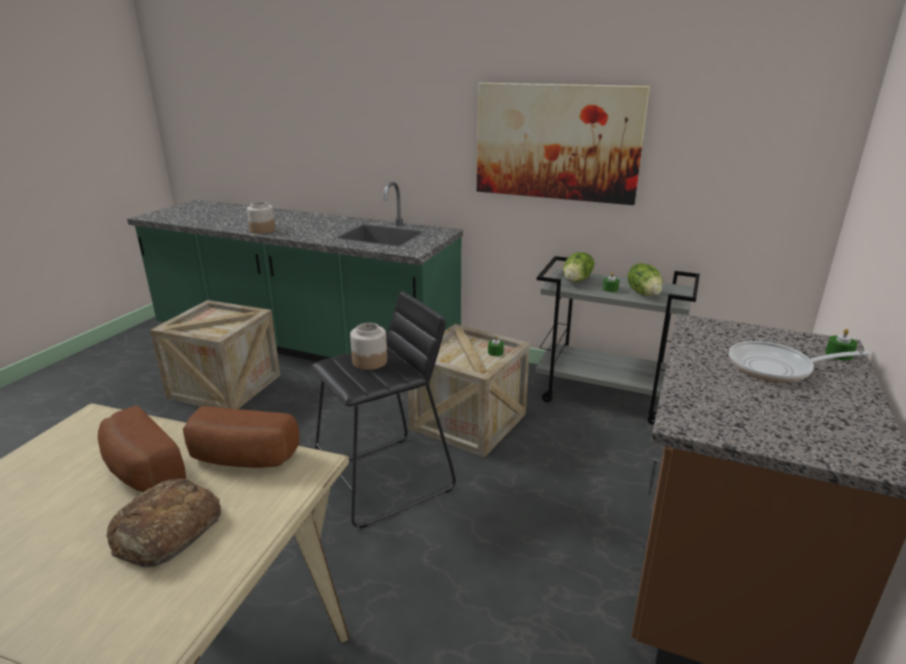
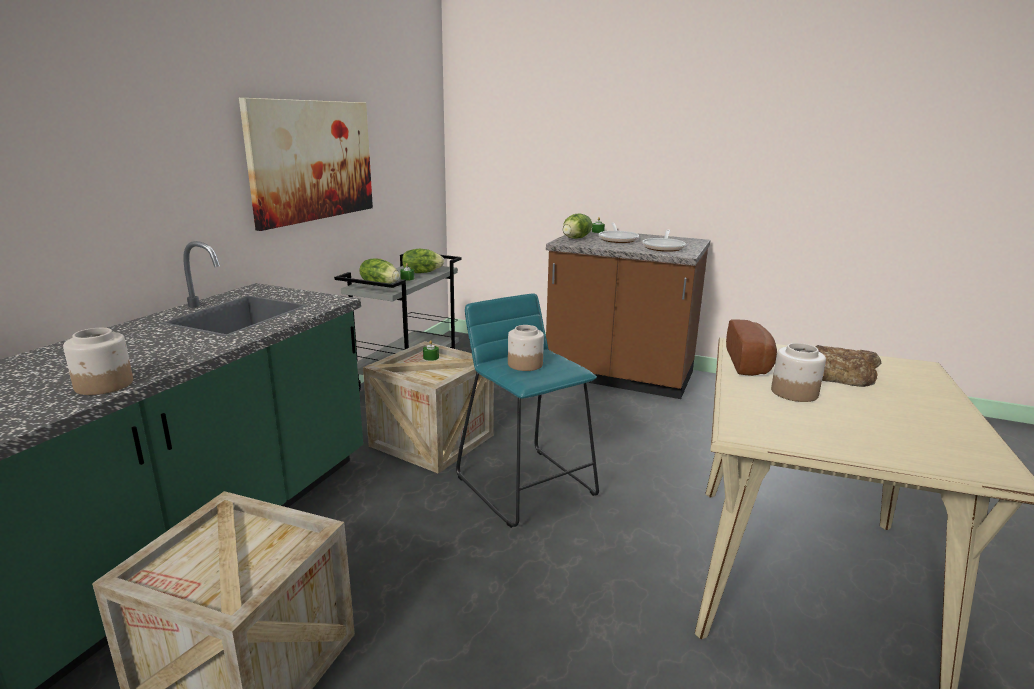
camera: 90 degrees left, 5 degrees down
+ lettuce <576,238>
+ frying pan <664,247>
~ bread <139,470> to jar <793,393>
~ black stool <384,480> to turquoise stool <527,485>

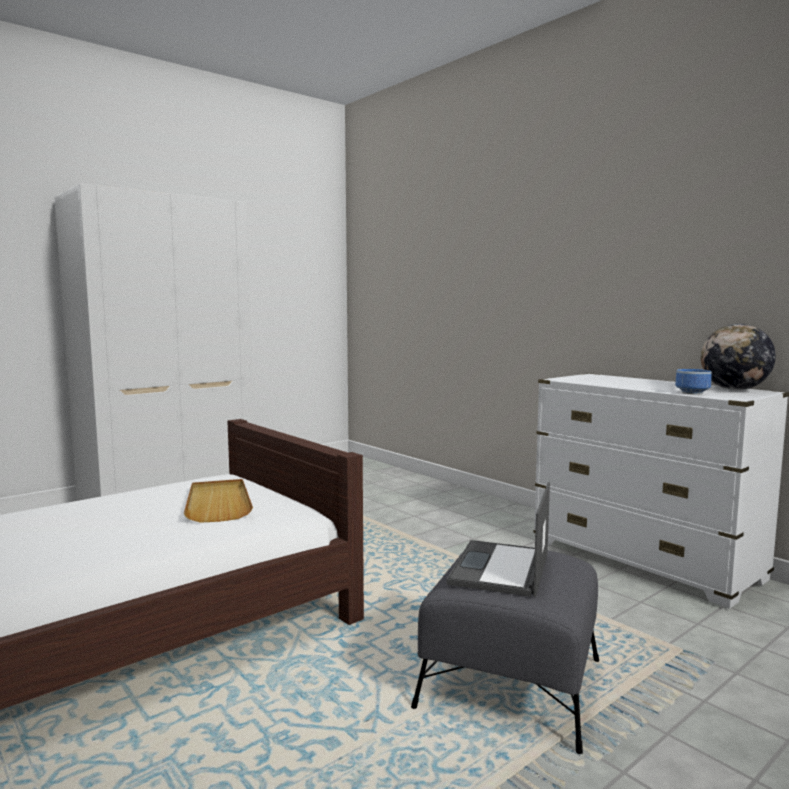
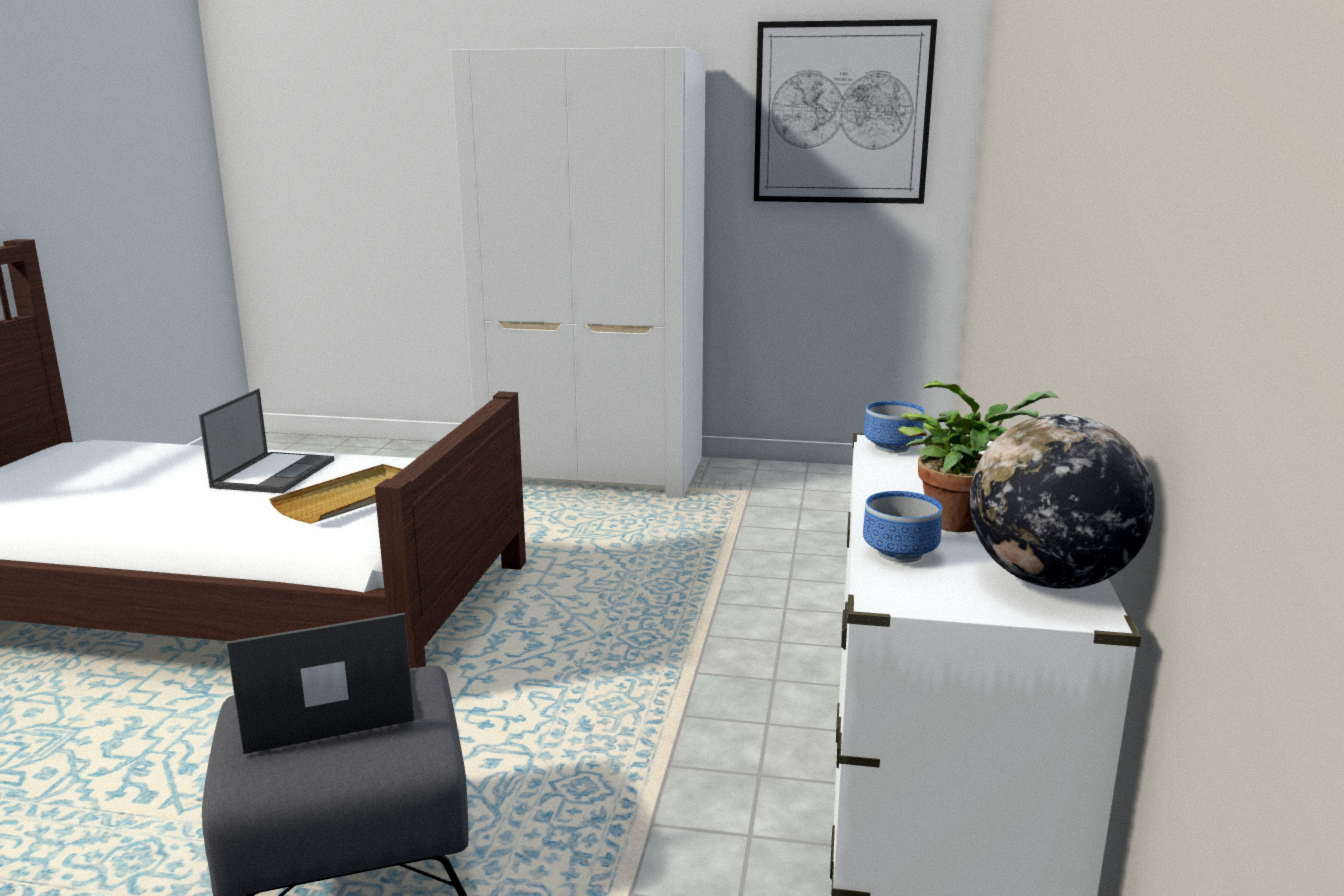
camera: 50 degrees right, 10 degrees up
+ laptop <274,473>
+ picture <842,113>
+ bowl <894,448>
+ potted plant <962,521>

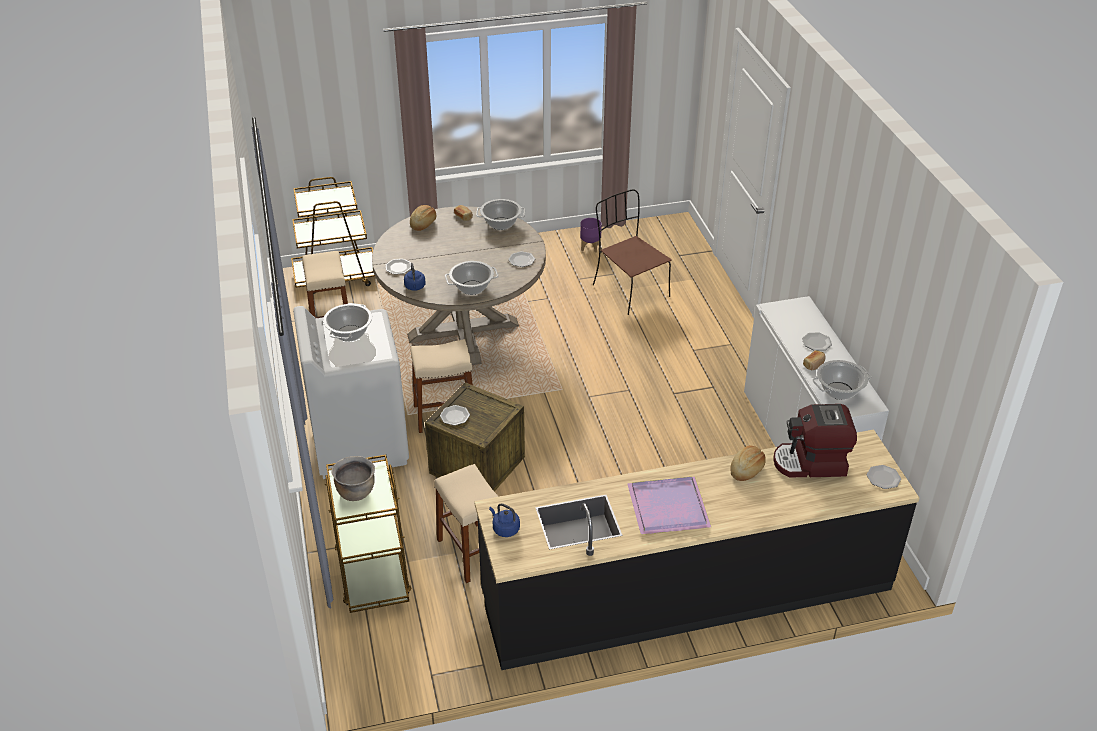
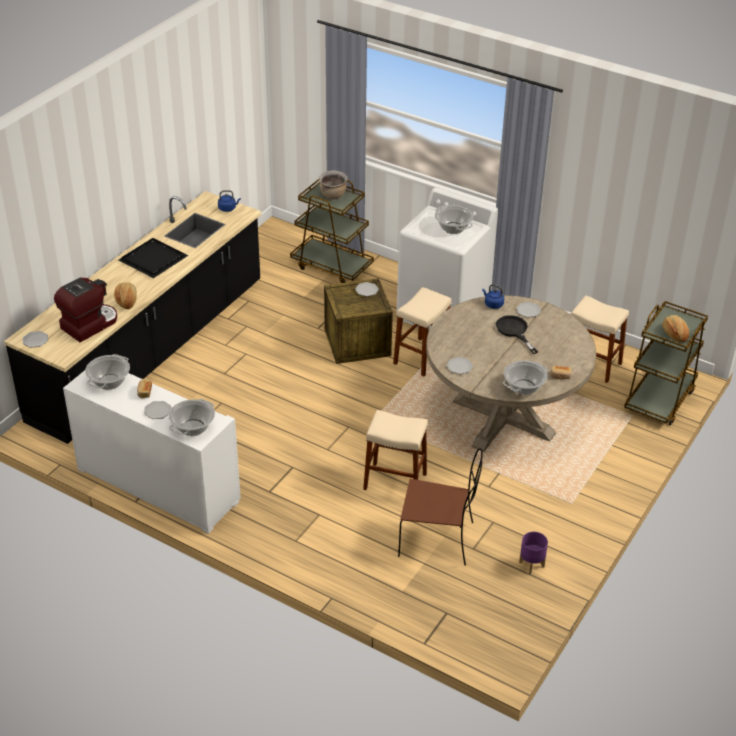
camera: 135 degrees right, 0 degrees up
+ black frying pan <514,331>
~ bread <423,223> to <674,334>
~ beige stool <472,552> to <395,481>
~ cooking pot <472,288> to <193,427>
~ purple tray <667,508> to black tray <153,259>

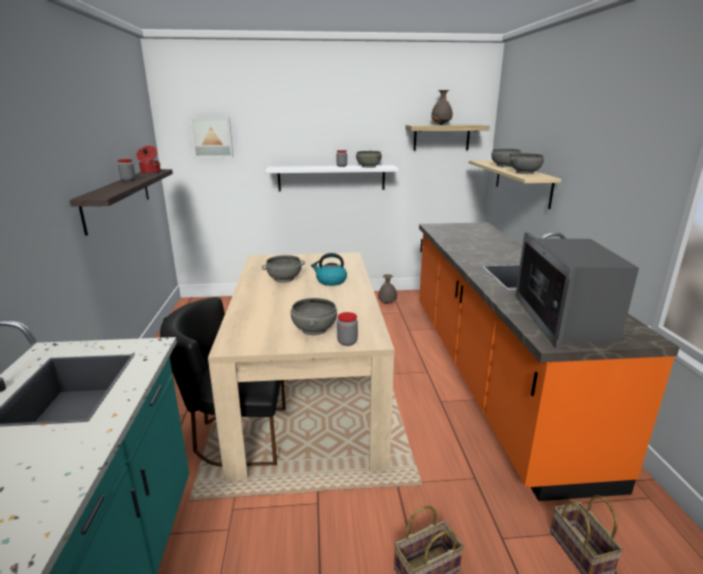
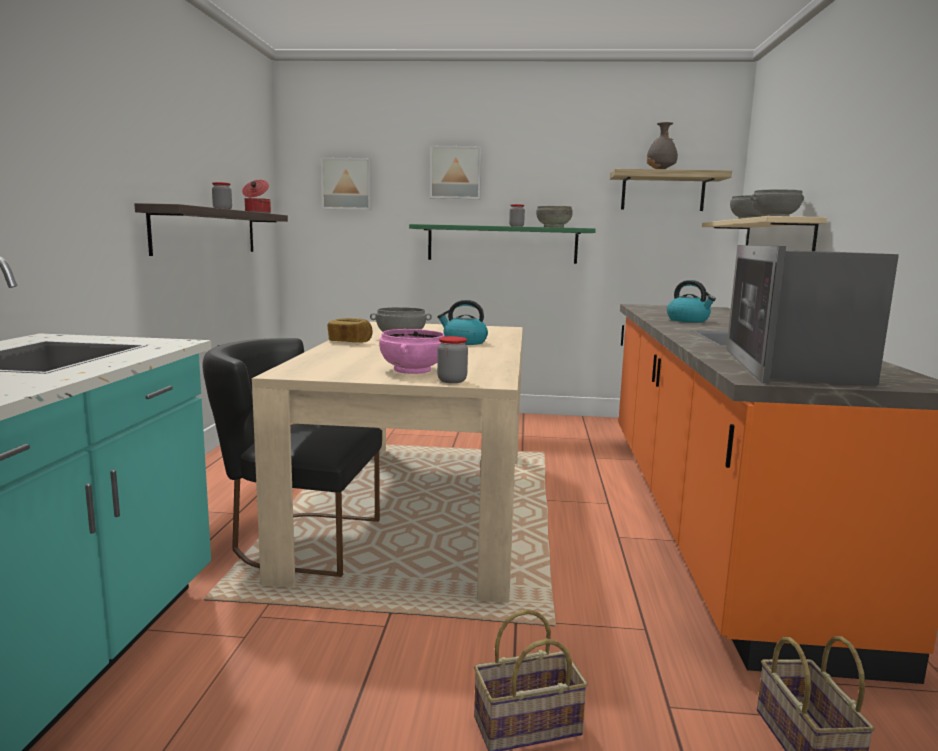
camera: 10 degrees right, 10 degrees down
- grey vase <387,303>
+ bread <350,342>
+ picture <456,173>
+ kettle <688,320>
~ white shelf <331,178> to green shelf <502,244>
~ grey bowl <313,329> to pink bowl <411,370>

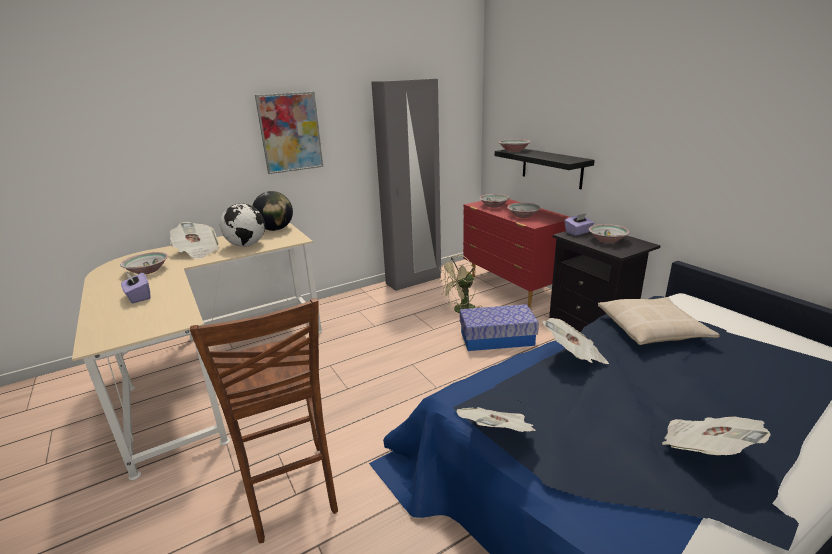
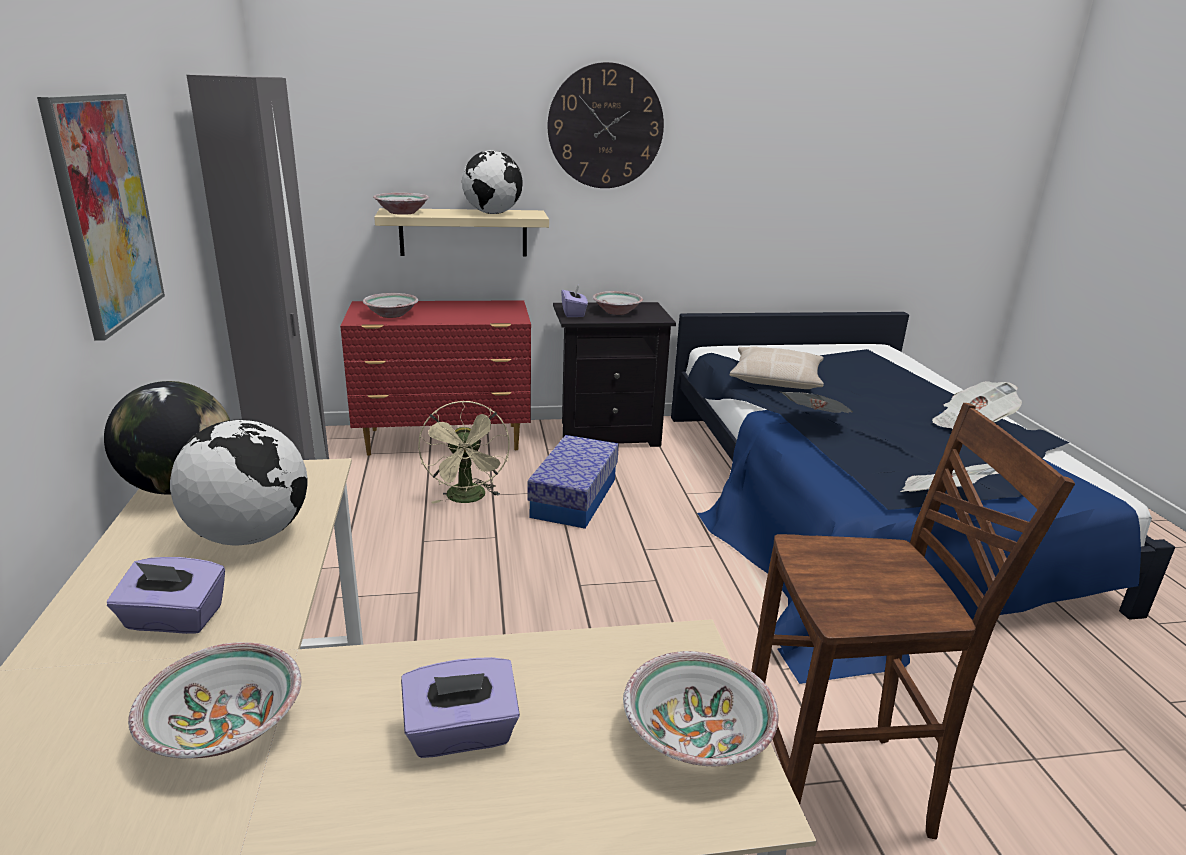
camera: 70 degrees left, 0 degrees up
+ globe <493,213>
+ wall clock <605,127>
~ bowl <523,216> to <698,734>
~ newspaper <197,251> to purple tissue box <174,619>
~ black shelf <551,167> to beige shelf <463,232>

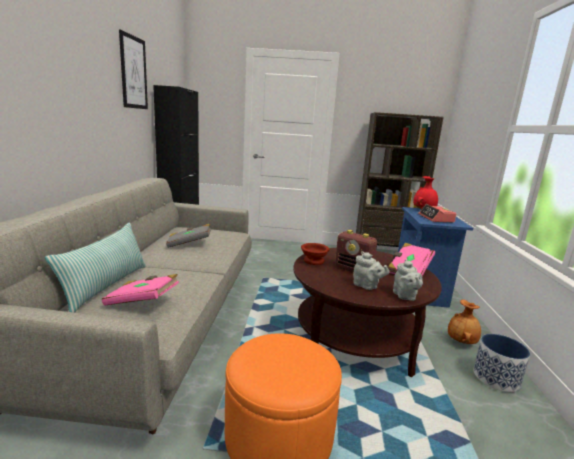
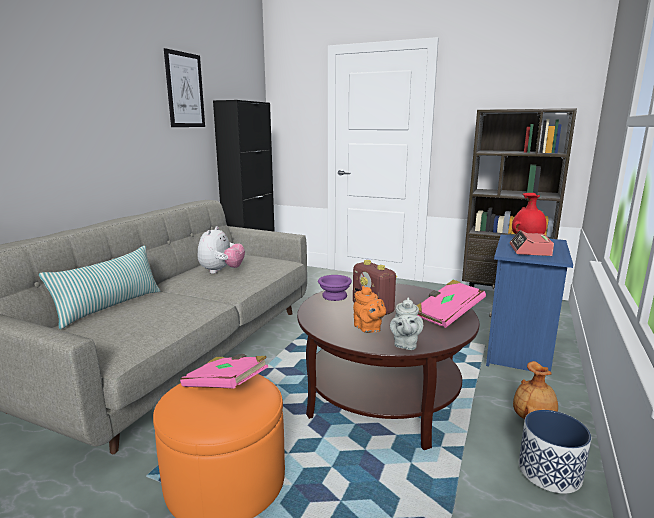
camera: 20 degrees right, 0 degrees up
~ pink book <143,301> to <226,386>
~ grey book <189,244> to plush toy <221,271>
~ brown bowl <314,260> to purple bowl <335,296>
~ grey teapot <367,286> to orange teapot <368,329>

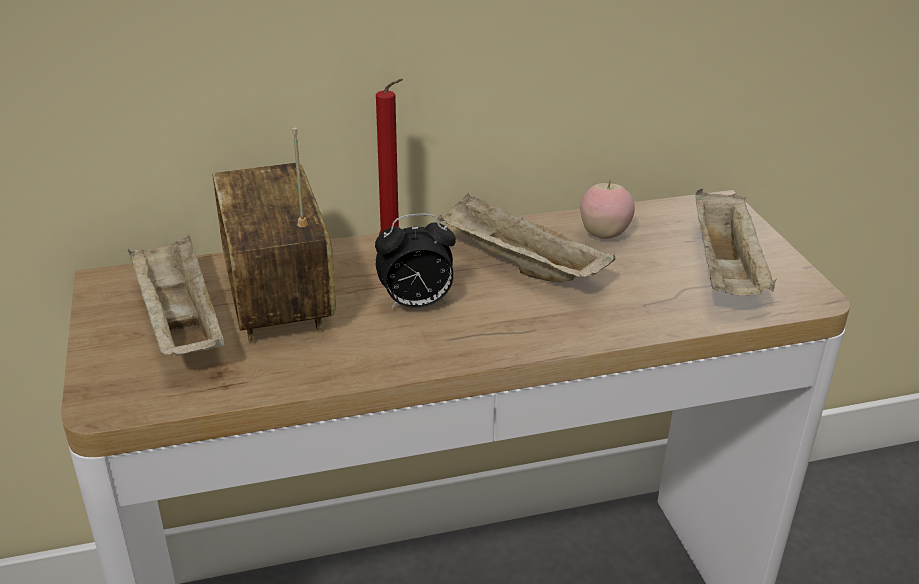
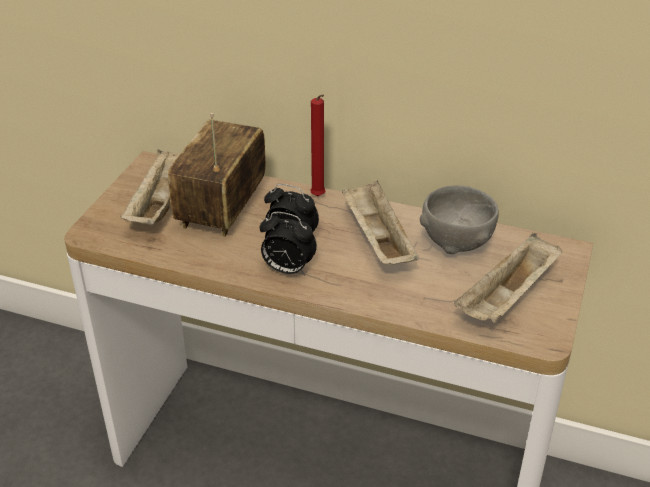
camera: 35 degrees right, 5 degrees up
+ alarm clock <287,270>
~ apple <604,235> to grey bowl <456,241>

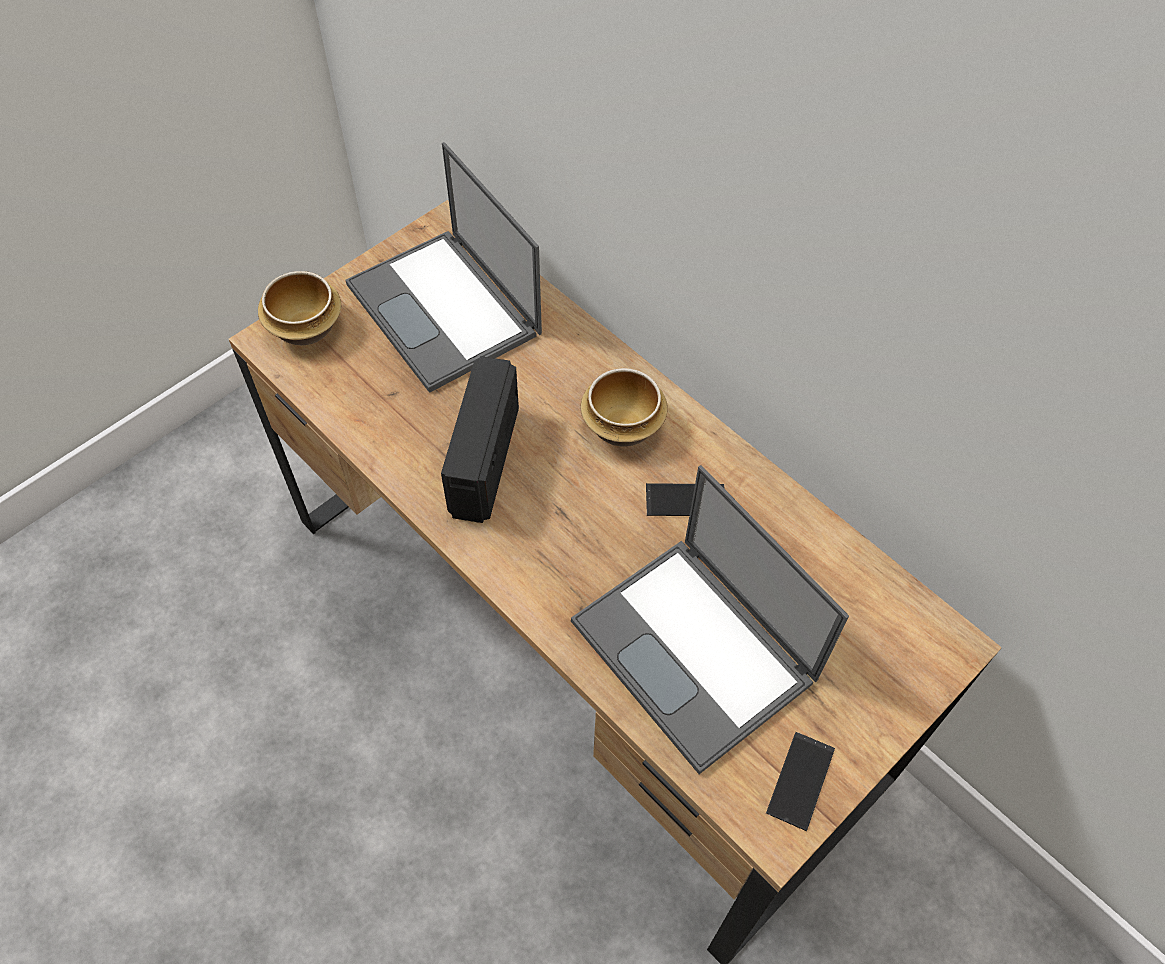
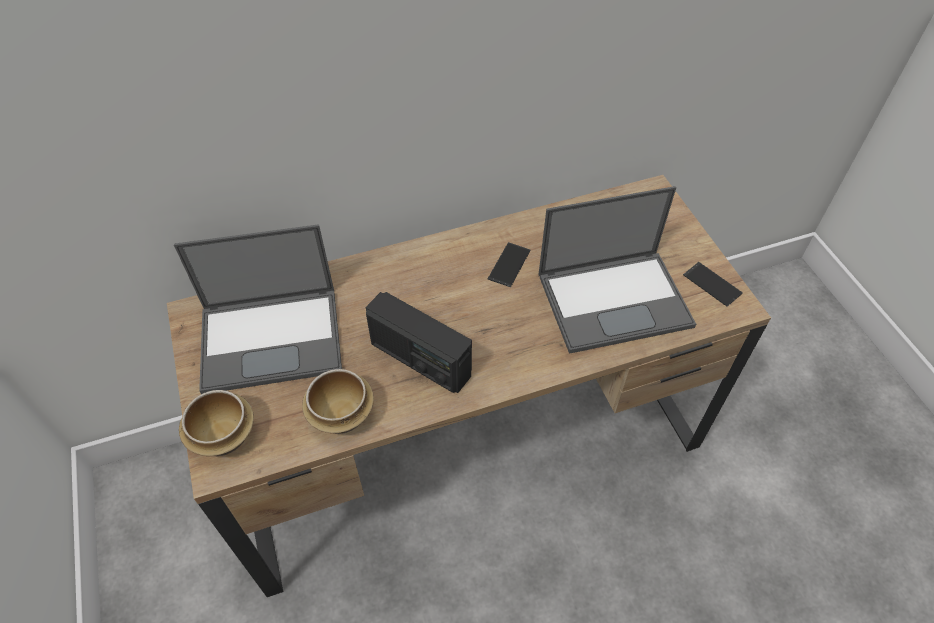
camera: 65 degrees left, 5 degrees down
~ bowl <621,427> to <342,416>

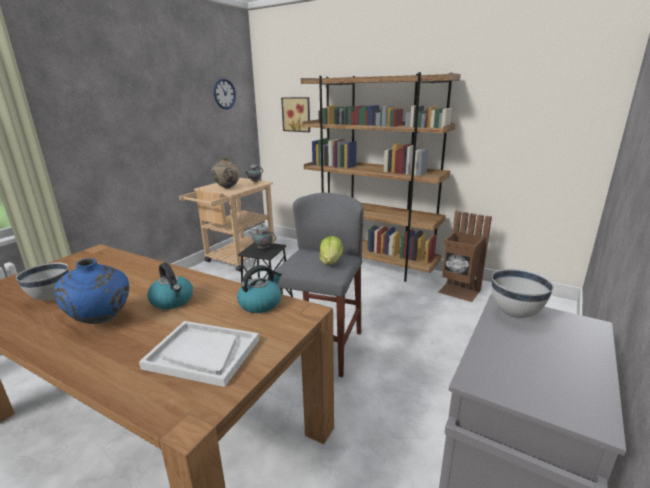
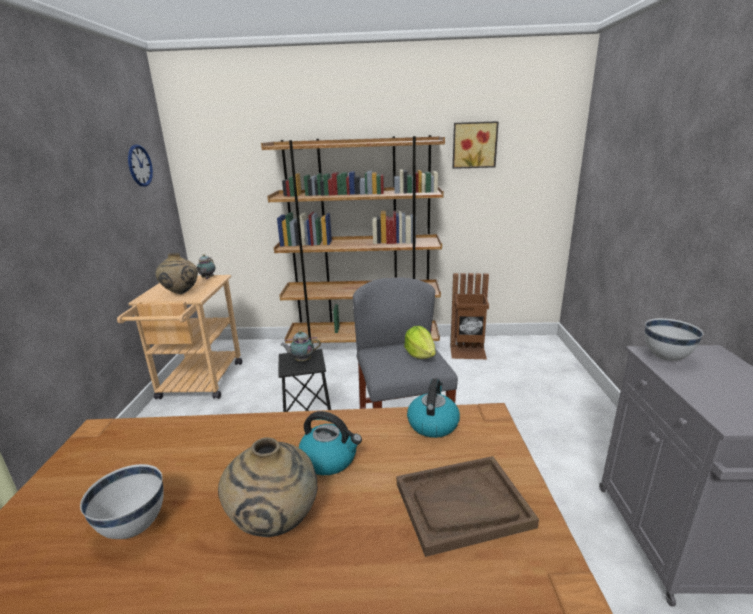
camera: 30 degrees left, 0 degrees up
~ picture <297,114> to <474,145>
~ blue vase <102,321> to beige vase <276,523>
~ white tray <202,354> to brown tray <462,505>

